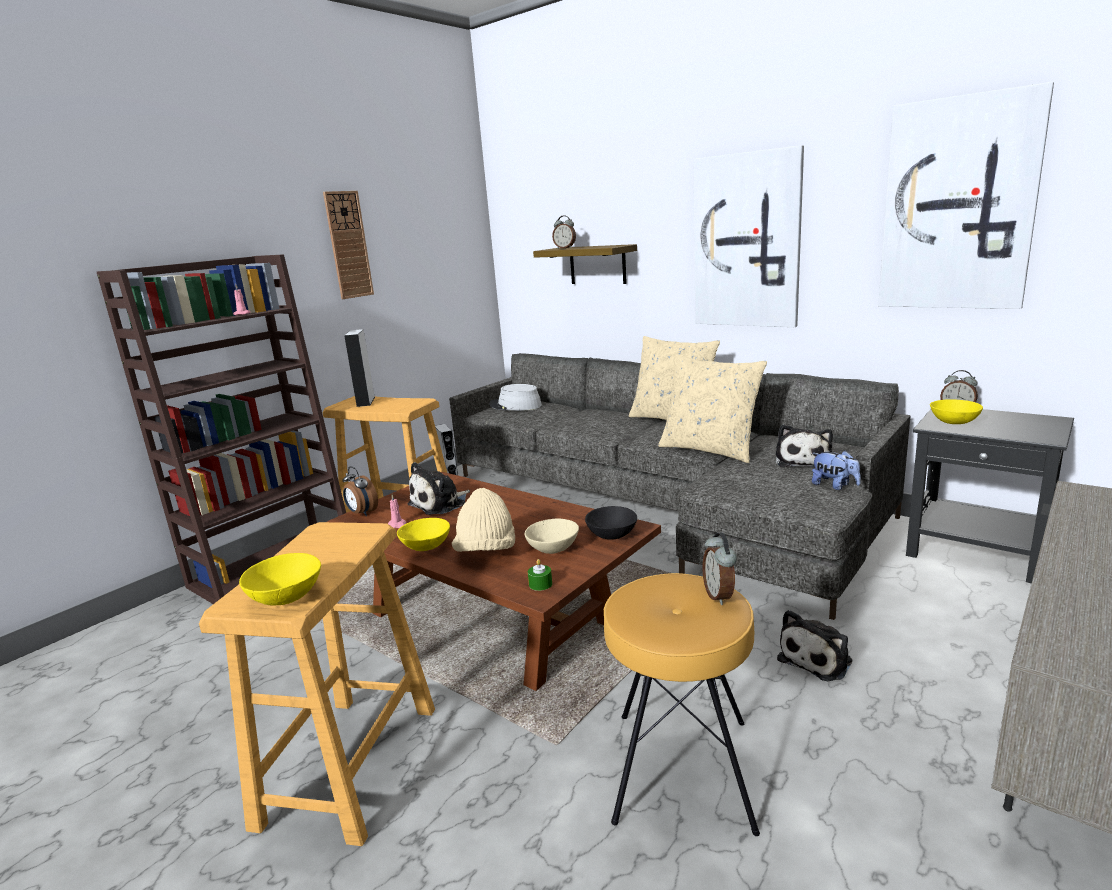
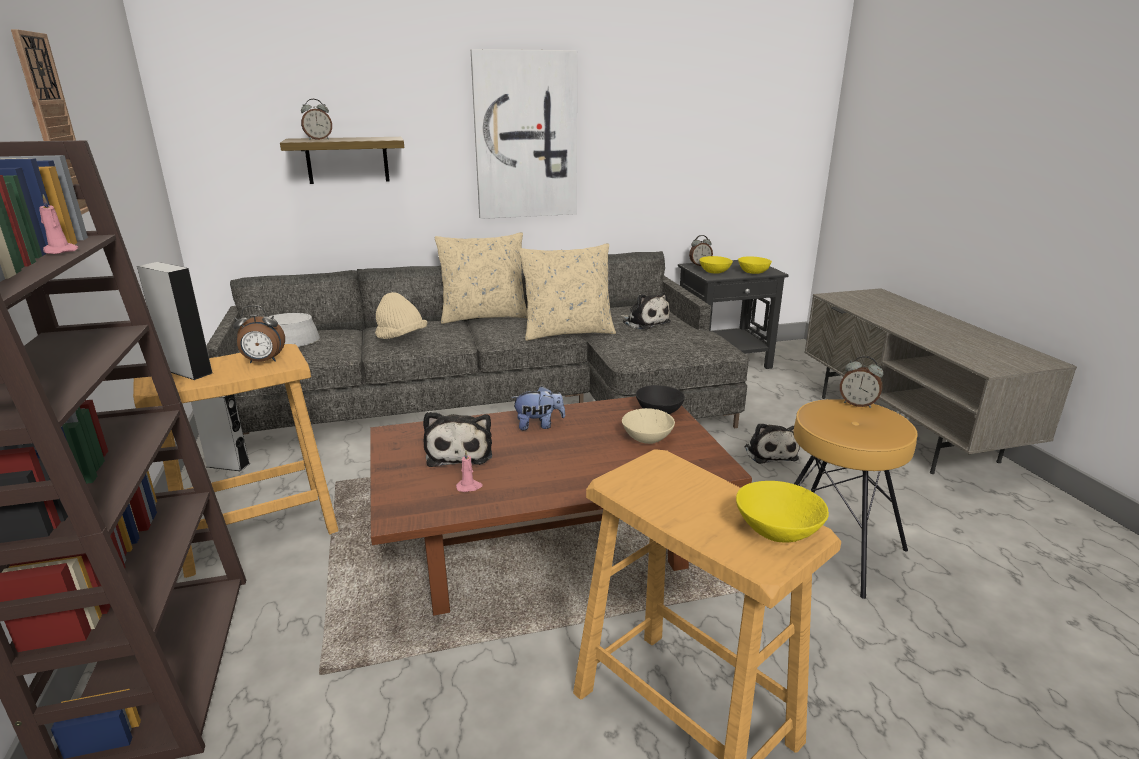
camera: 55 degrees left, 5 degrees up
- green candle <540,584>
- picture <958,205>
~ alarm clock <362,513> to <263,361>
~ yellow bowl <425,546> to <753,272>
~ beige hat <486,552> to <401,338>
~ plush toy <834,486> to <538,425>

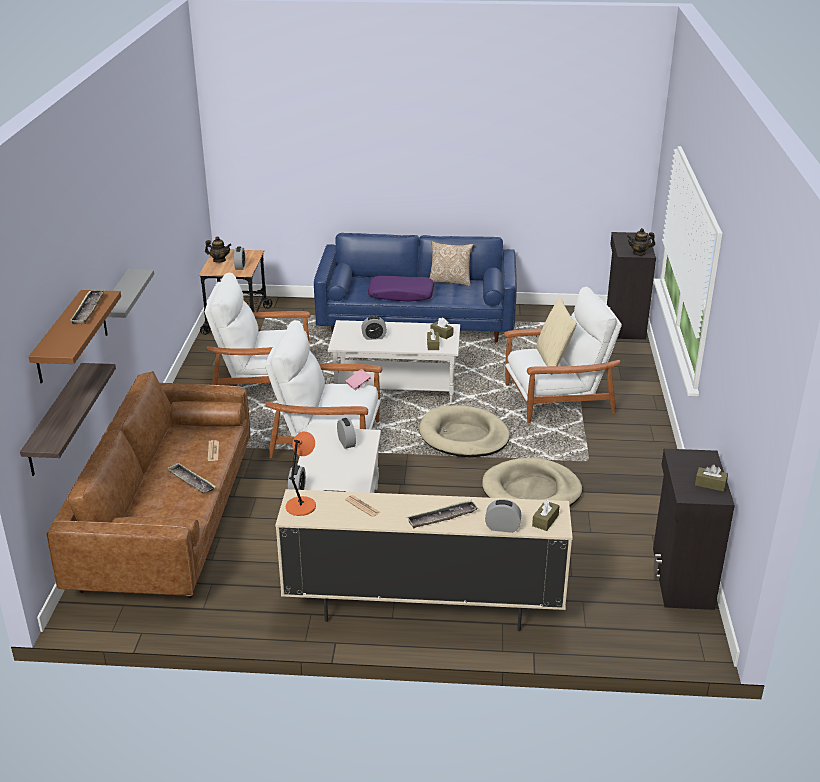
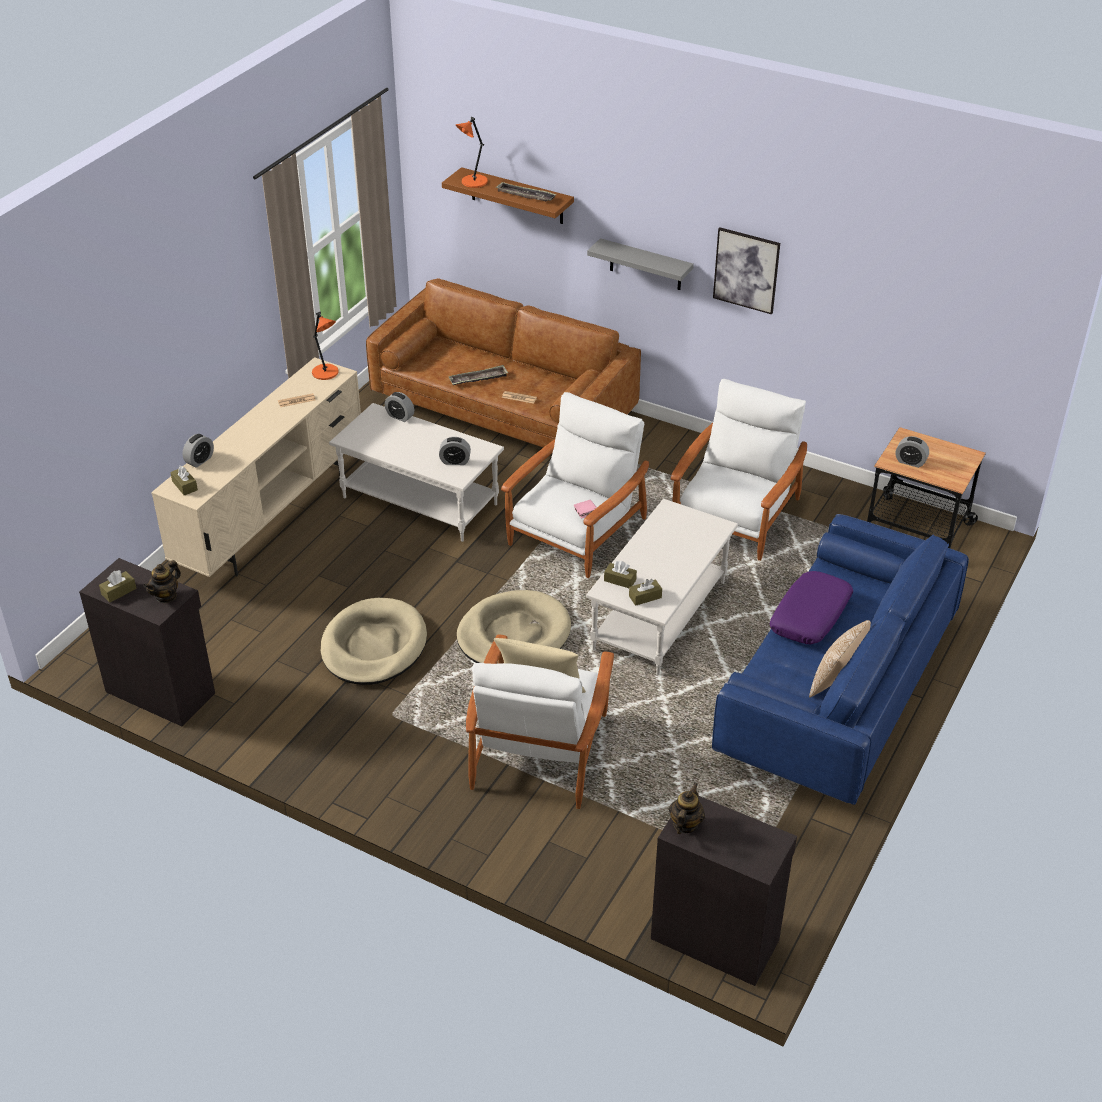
camera: 115 degrees right, 10 degrees up
- shelf <55,420>
- alarm clock <374,337>
- tray <442,517>
+ orange table lamp <473,182>
+ picture <746,270>
~ teapot <219,260> to <166,596>

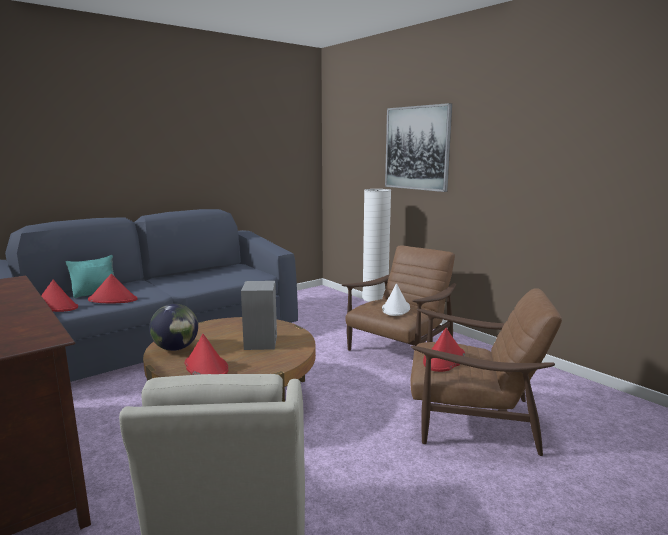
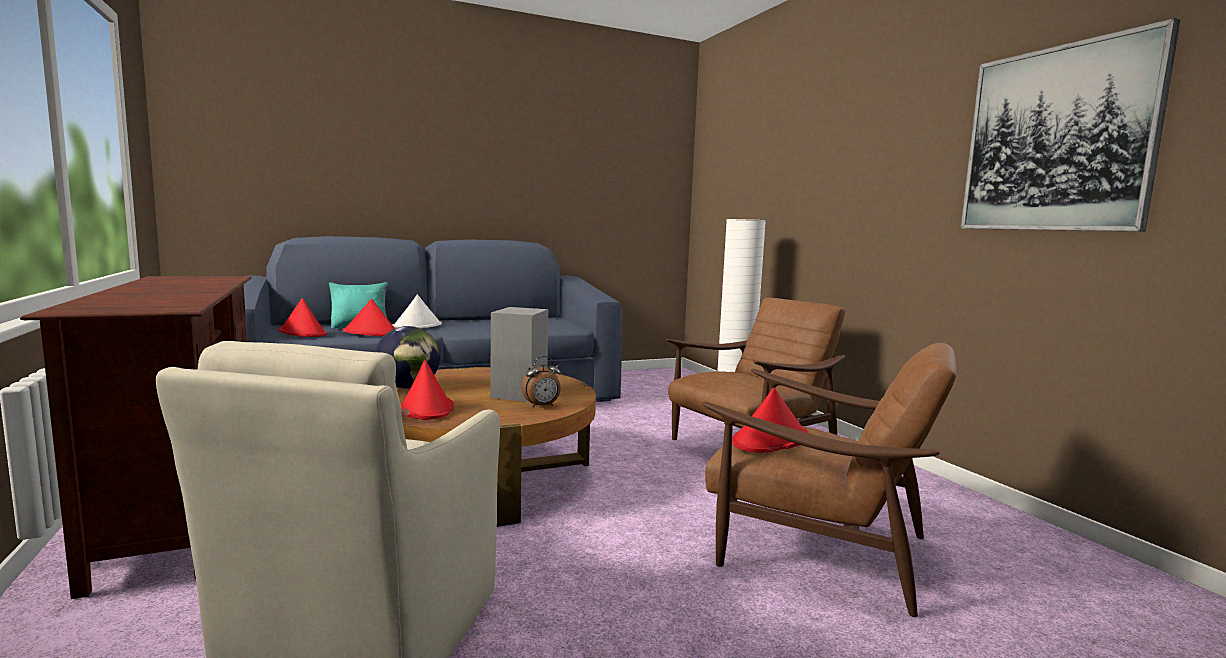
camera: 15 degrees right, 5 degrees down
+ alarm clock <542,406>
~ white hat <395,309> to <417,326>
~ picture <417,148> to <1057,139>

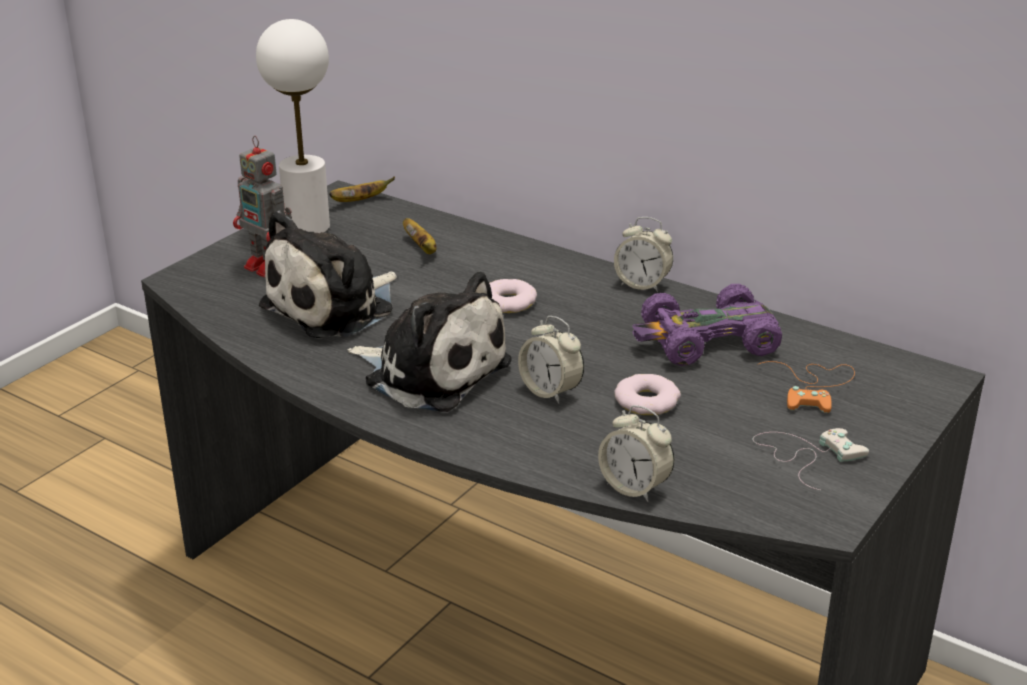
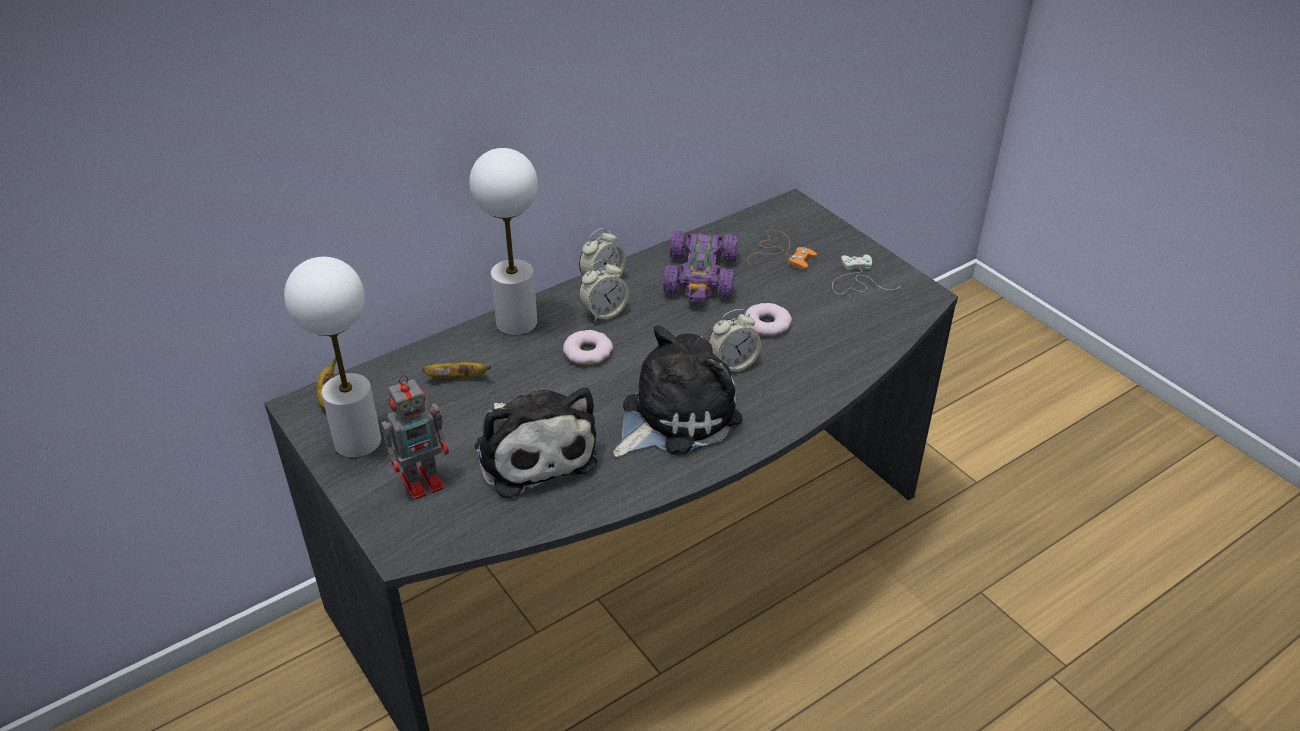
camera: 70 degrees left, 10 degrees up
+ white table lamp <516,323>
~ alarm clock <634,487> to <604,312>

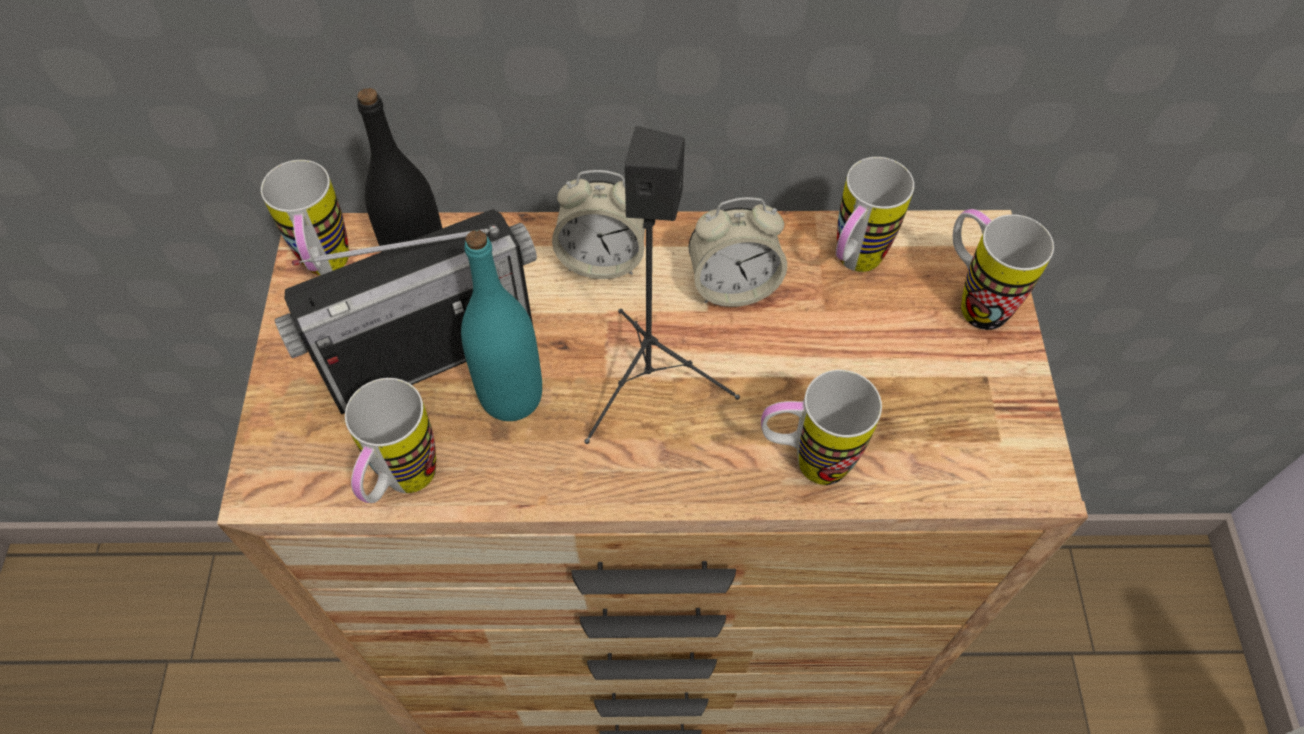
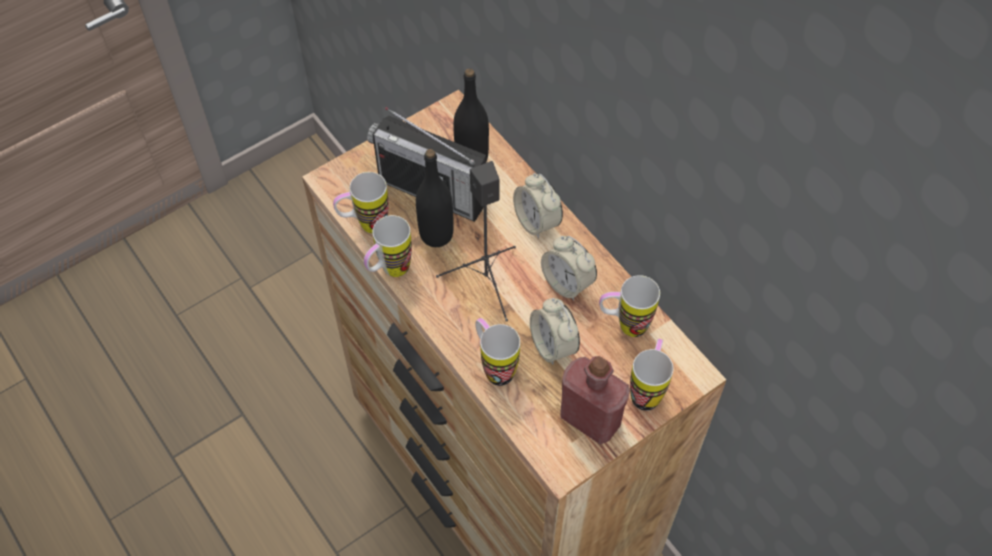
camera: 55 degrees right, 0 degrees up
+ alarm clock <553,345>
+ red bottle <590,419>
~ mug <327,270> to <389,272>
~ turquoise bottle <511,396> to black bottle <436,234>

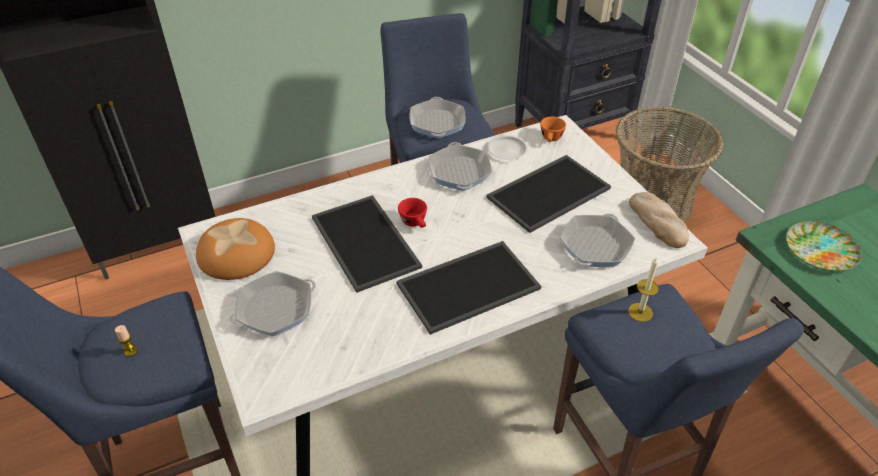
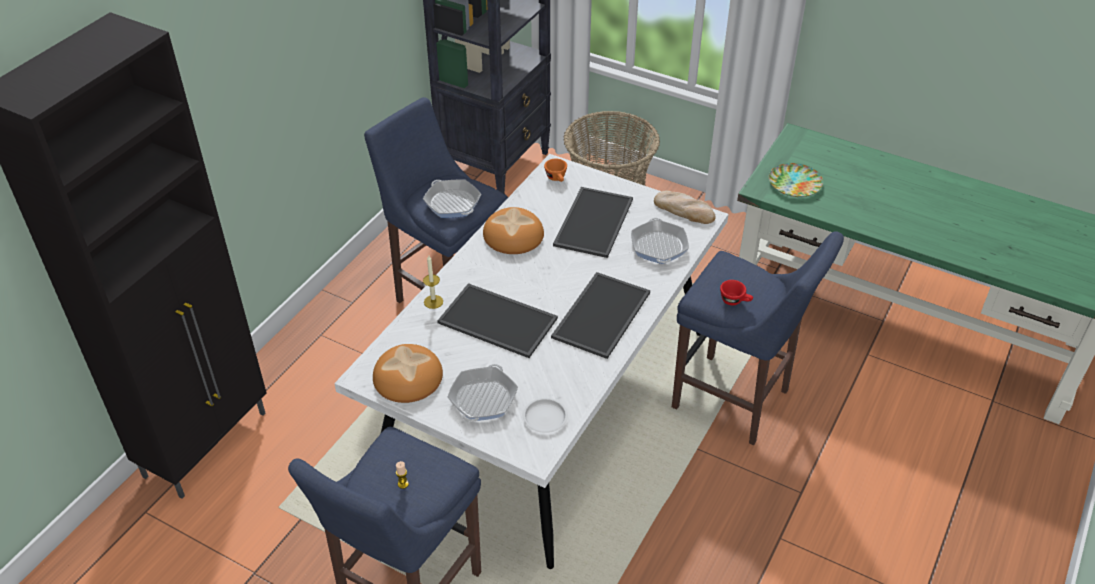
camera: 35 degrees left, 0 degrees up
~ red cup <415,223> to <735,301>
~ white plate <507,150> to <544,417>
~ candle <640,312> to <433,301>
~ frying pan <459,172> to bread <514,235>

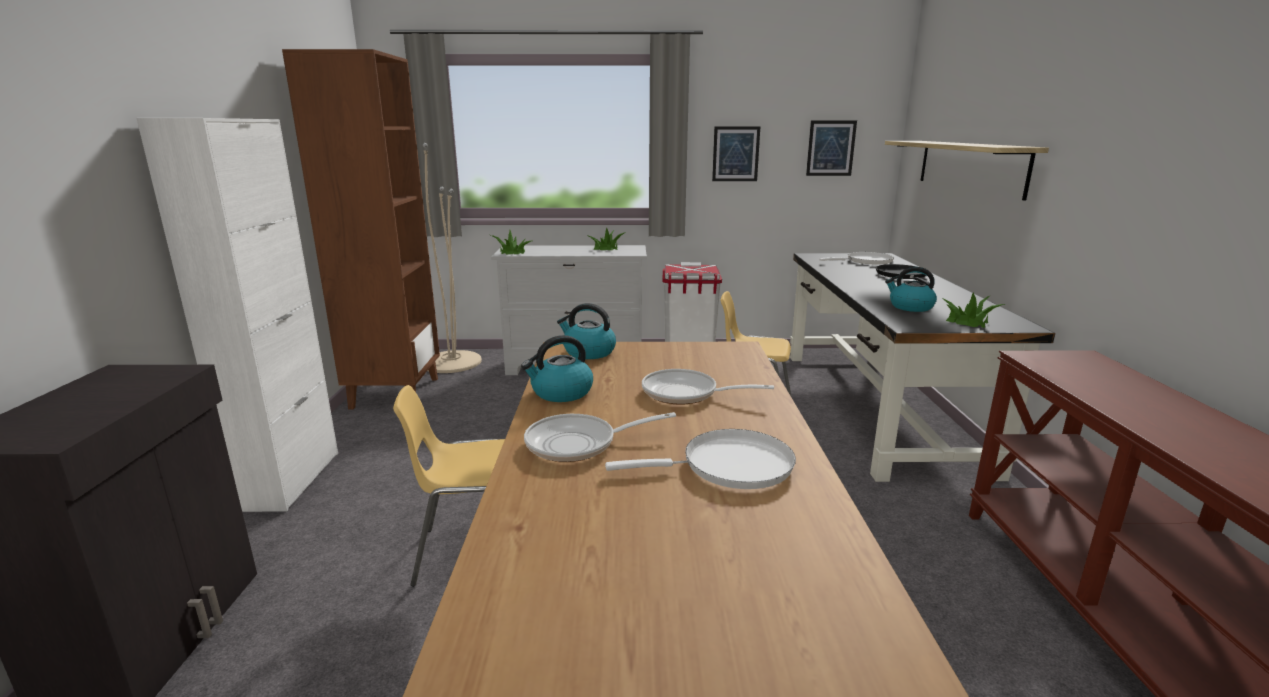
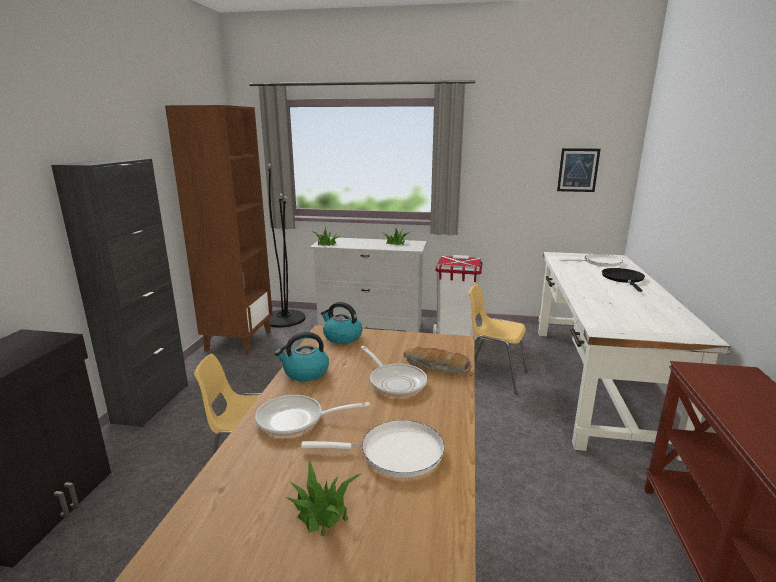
camera: 10 degrees right, 0 degrees up
- picture <735,154>
- shelf <969,166>
- kettle <910,307>
+ bread <436,367>
~ potted plant <967,322> to <321,511>
~ white cabinet <290,480> to black cabinet <151,403>
~ beige floor lamp <451,362> to black floor lamp <284,318>
~ black desk <877,407> to white desk <597,382>
~ frying pan <686,394> = <395,382> 150 degrees counterclockwise

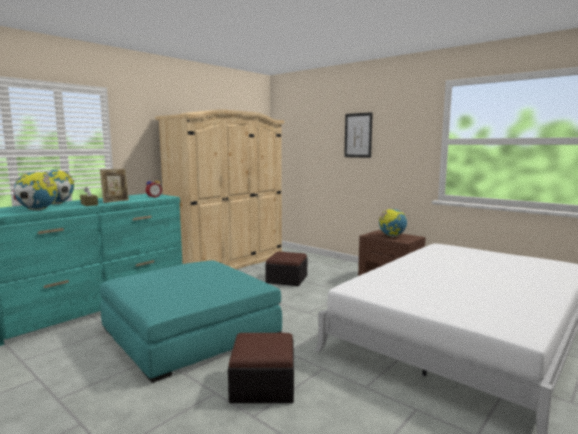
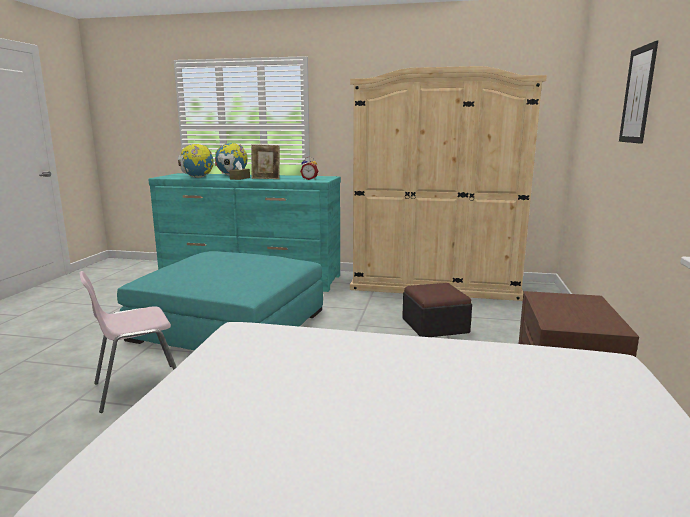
camera: 60 degrees right, 5 degrees up
- globe <392,236>
~ ottoman <263,385> to pink chair <138,388>

